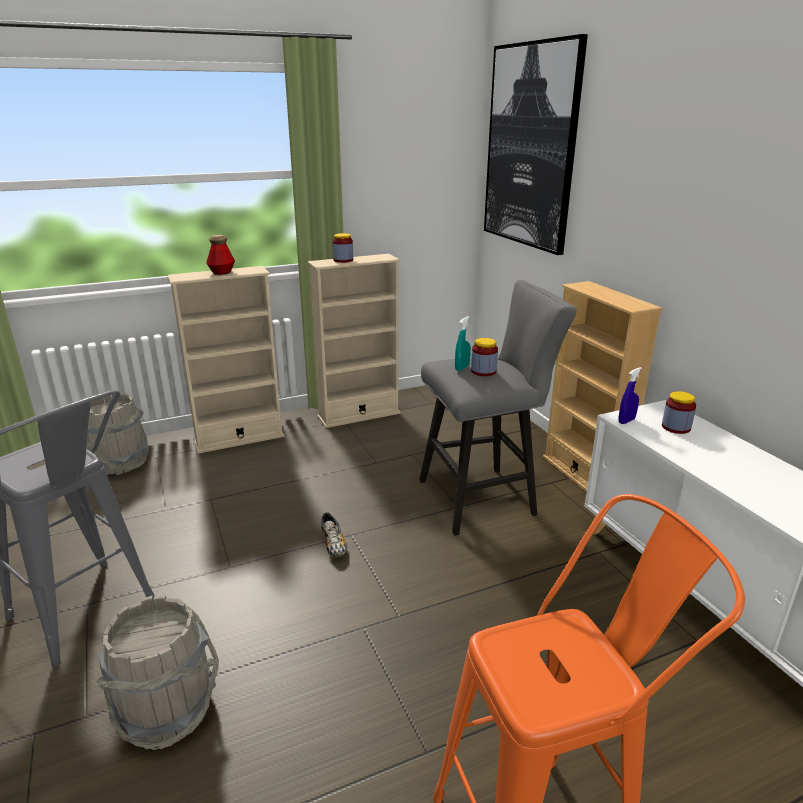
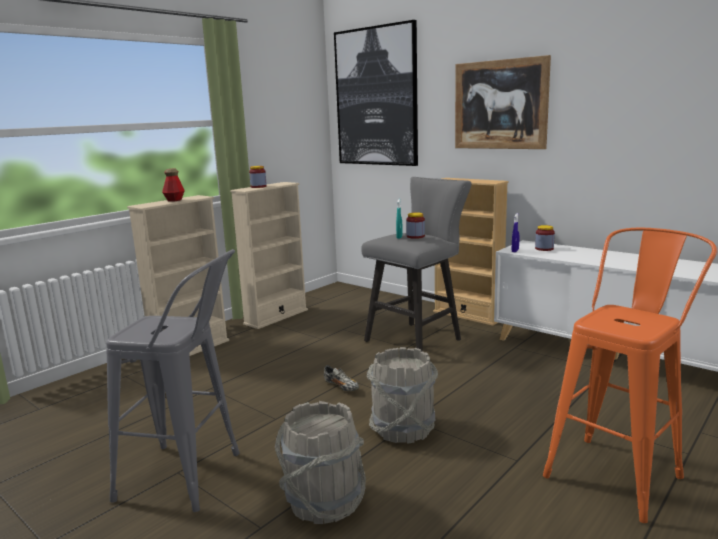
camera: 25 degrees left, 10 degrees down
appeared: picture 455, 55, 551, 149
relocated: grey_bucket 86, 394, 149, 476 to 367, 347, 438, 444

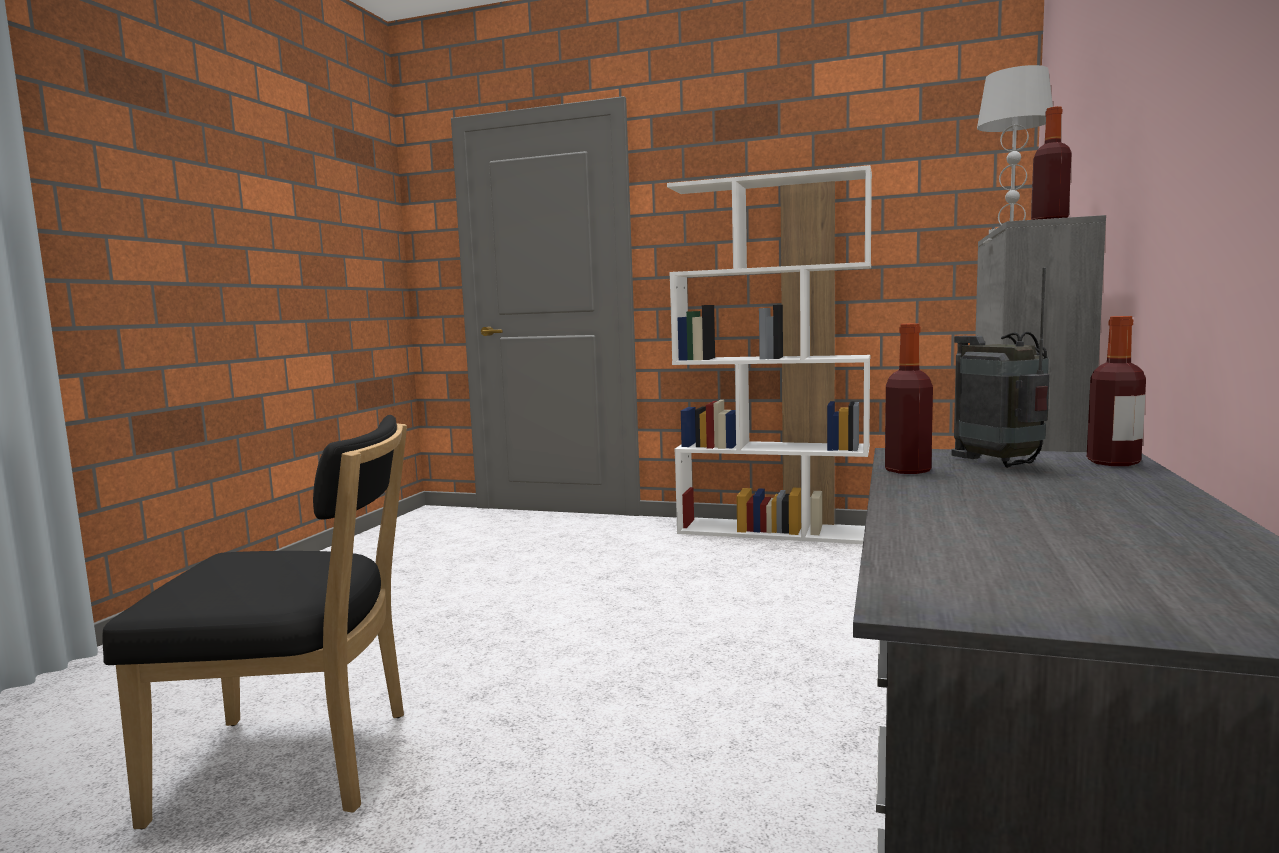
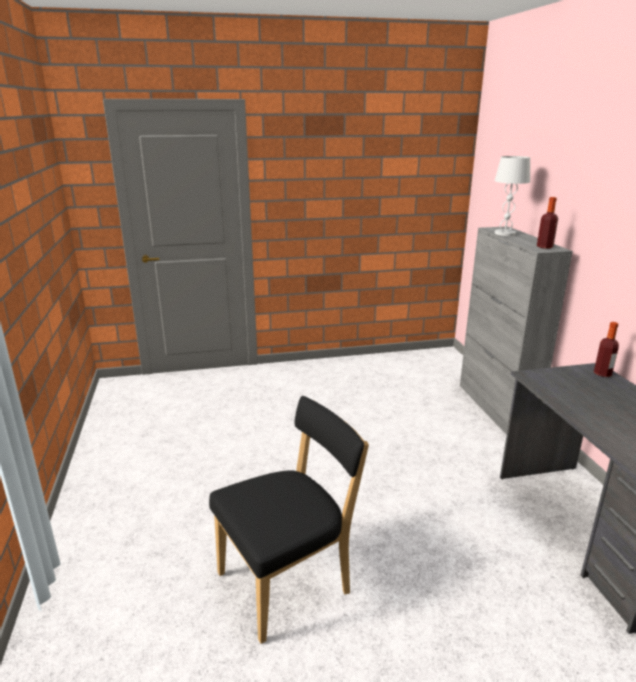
camera: 30 degrees left, 15 degrees up
missing: white_bookcase 667, 165, 872, 544; radio 951, 267, 1050, 468; bottle 885, 323, 933, 474

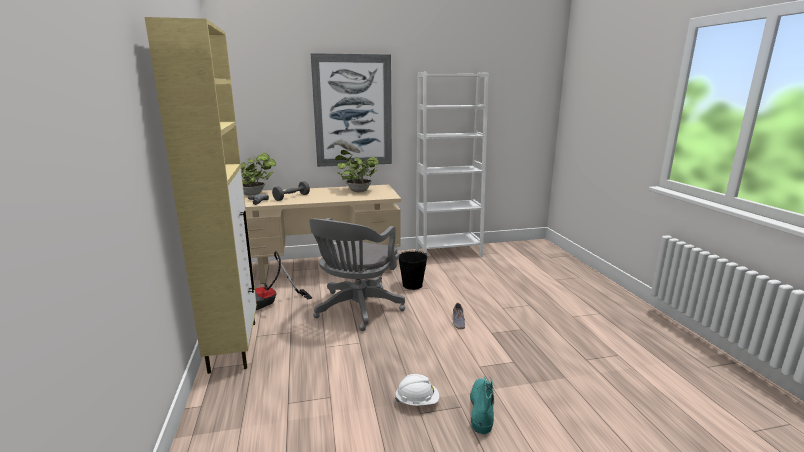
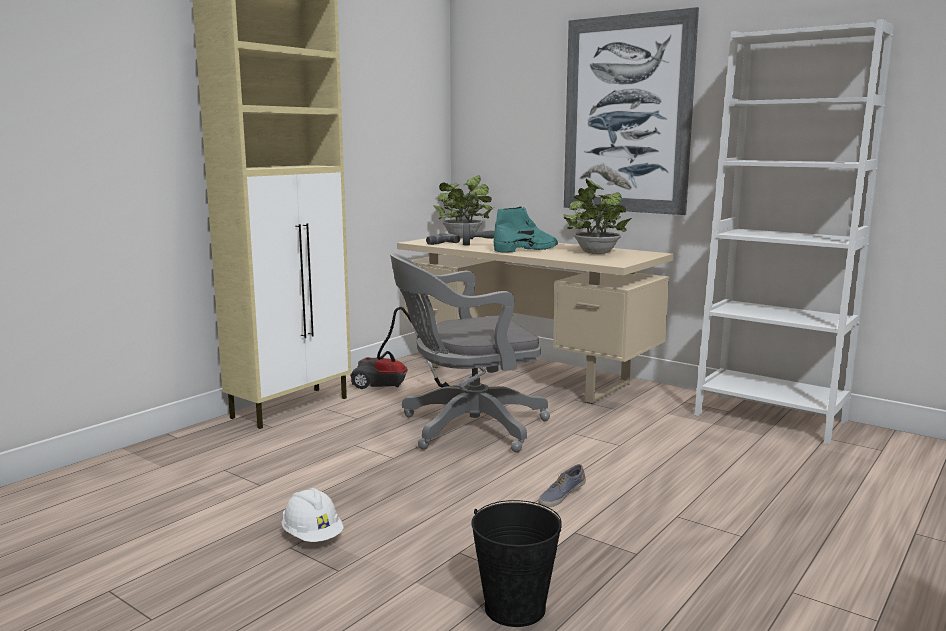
camera: 50 degrees right, 5 degrees down
relocated: black_bucket 399, 251, 427, 290 to 471, 500, 562, 627; turquoise_boot 470, 377, 494, 434 to 493, 206, 558, 253

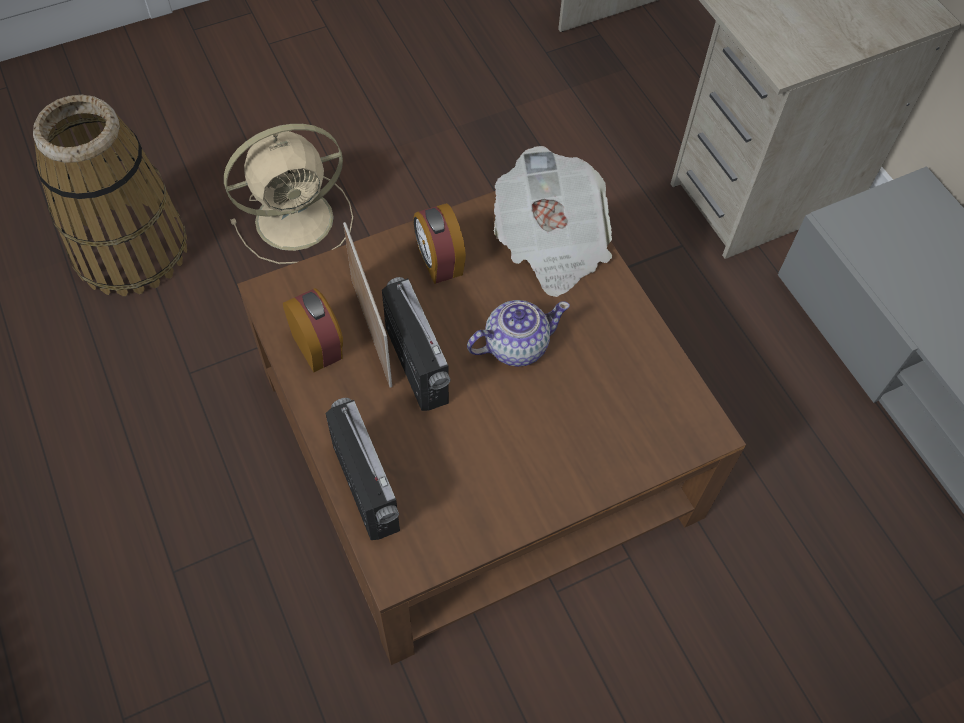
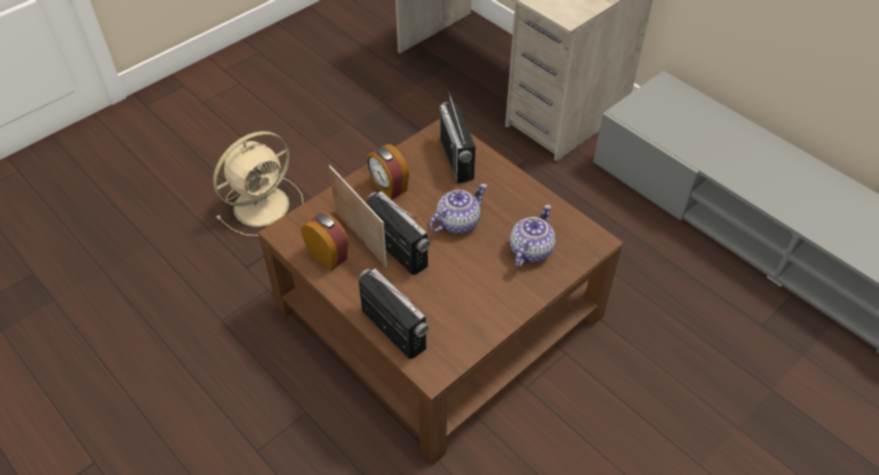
camera: 15 degrees left, 10 degrees down
missing: basket 33, 95, 187, 296
appeared: teapot 510, 205, 555, 267
exchanged: newspaper 493, 146, 612, 297 to radio 439, 92, 476, 184

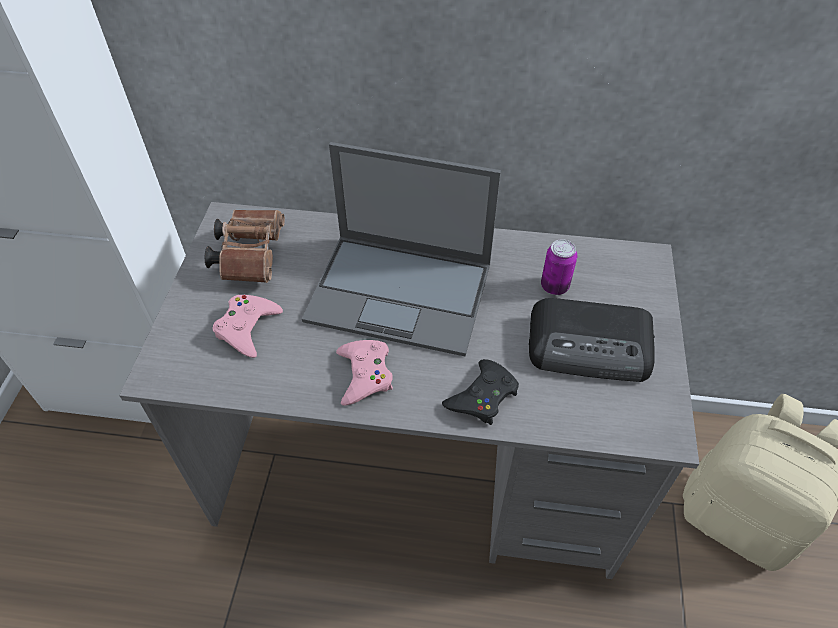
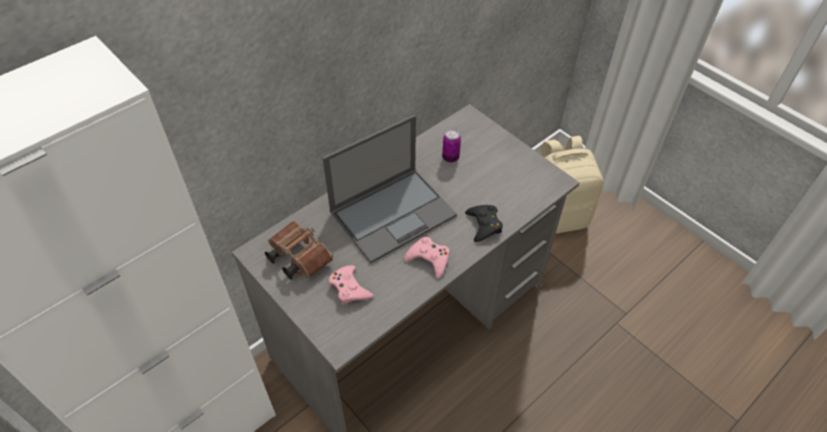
camera: 50 degrees left, 0 degrees up
missing: radio 529, 298, 655, 382

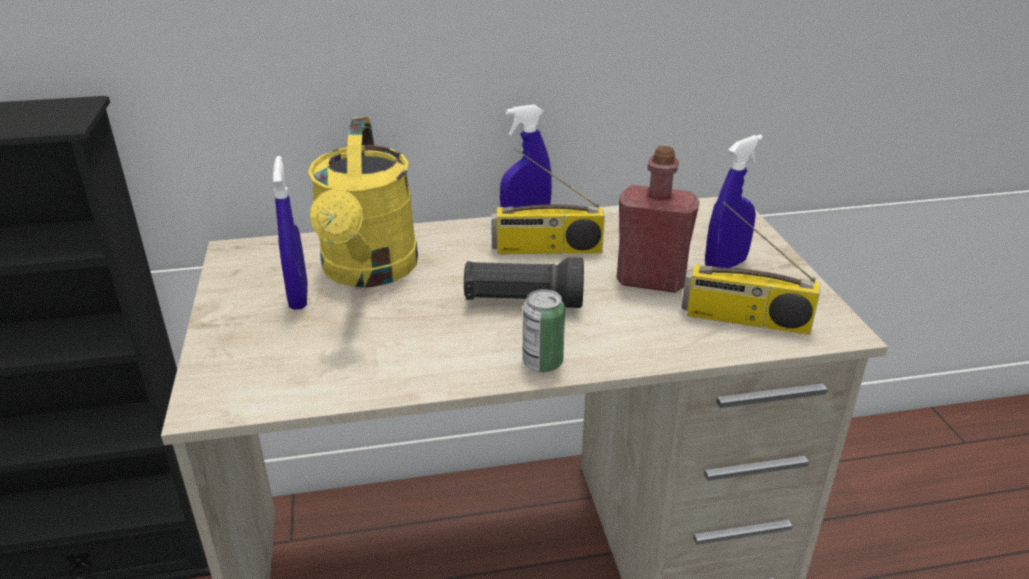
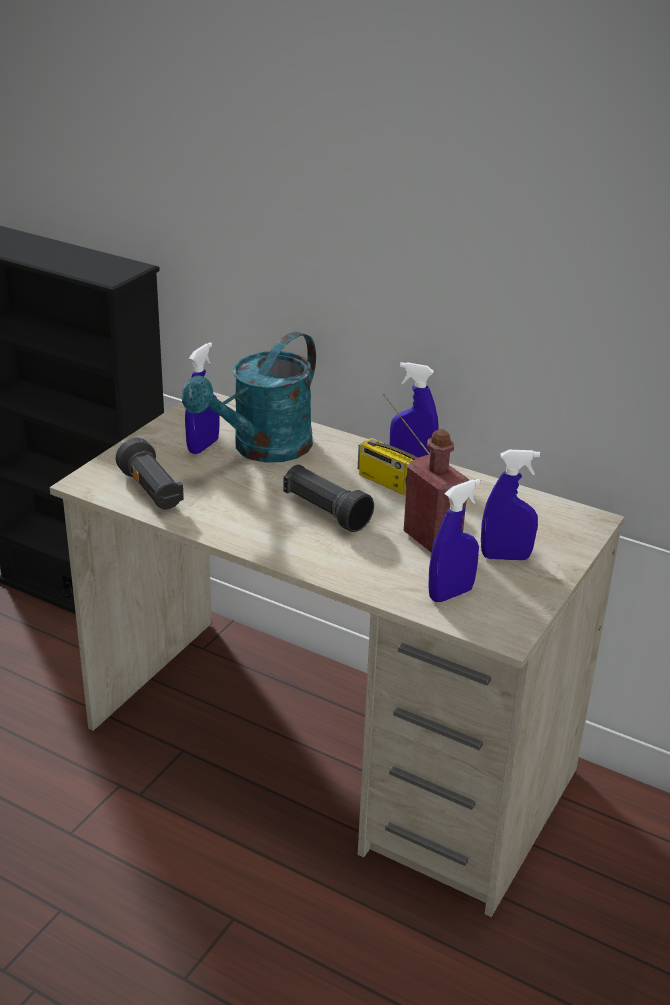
camera: 40 degrees right, 0 degrees up
missing: can 523, 289, 565, 372
appeared: black_flashlight 116, 438, 184, 510
exchanged: radio 681, 202, 820, 335 to blue_spray_bottle 429, 479, 481, 602
colour: yellow_watering_can 308, 117, 418, 288 to turquoise_watering_can 182, 331, 316, 463

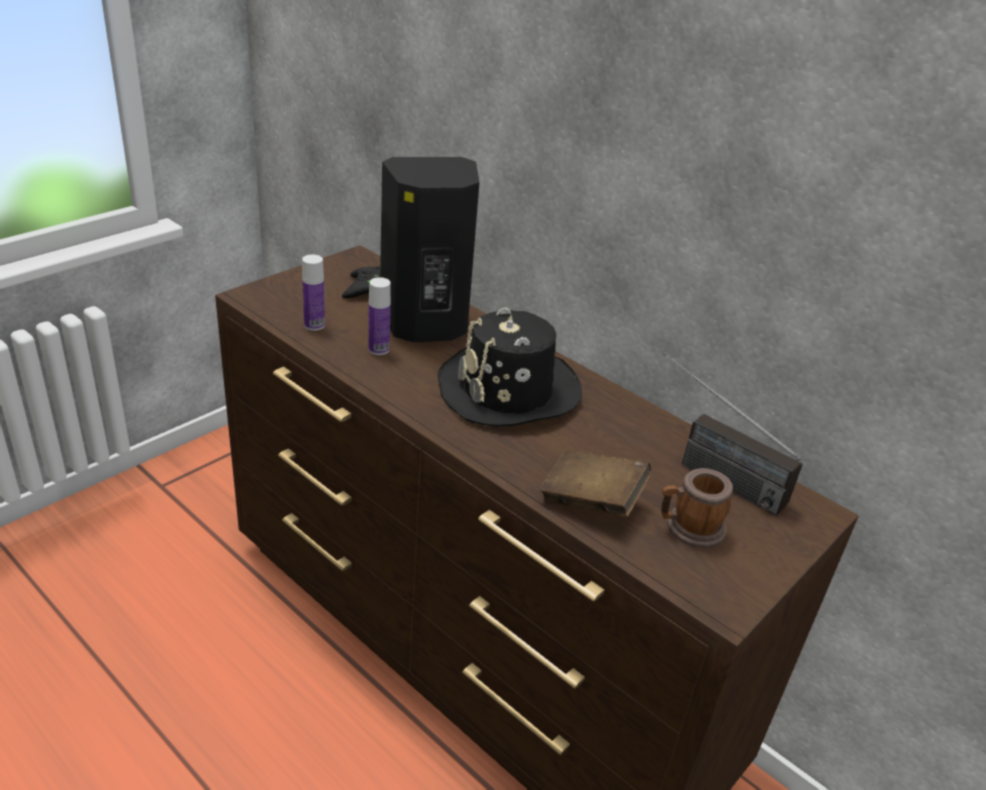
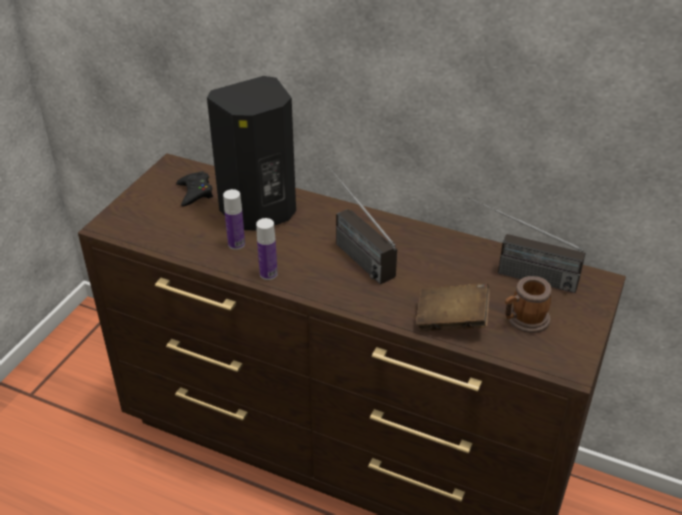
camera: 15 degrees left, 5 degrees up
relocated: bottle 302, 255, 325, 331 to 256, 218, 278, 280
exchanged: black_hat 438, 307, 582, 427 to radio 326, 163, 397, 284

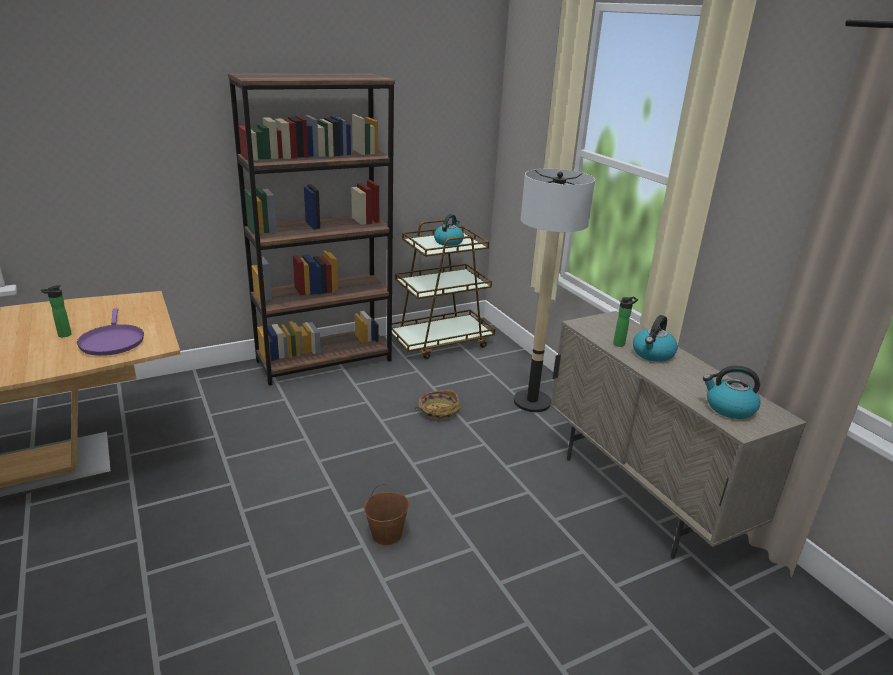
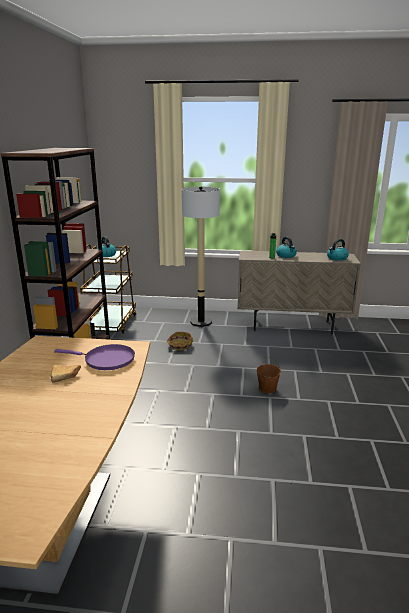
camera: 55 degrees left, 5 degrees down
exchanged: bottle 41, 285, 72, 337 to bread 51, 365, 81, 382

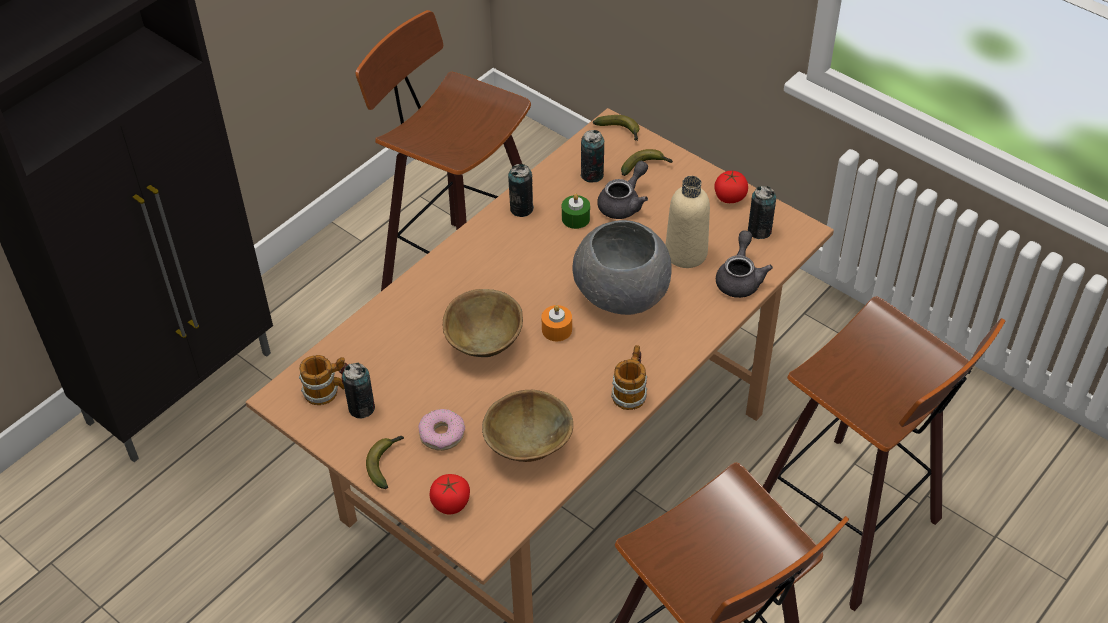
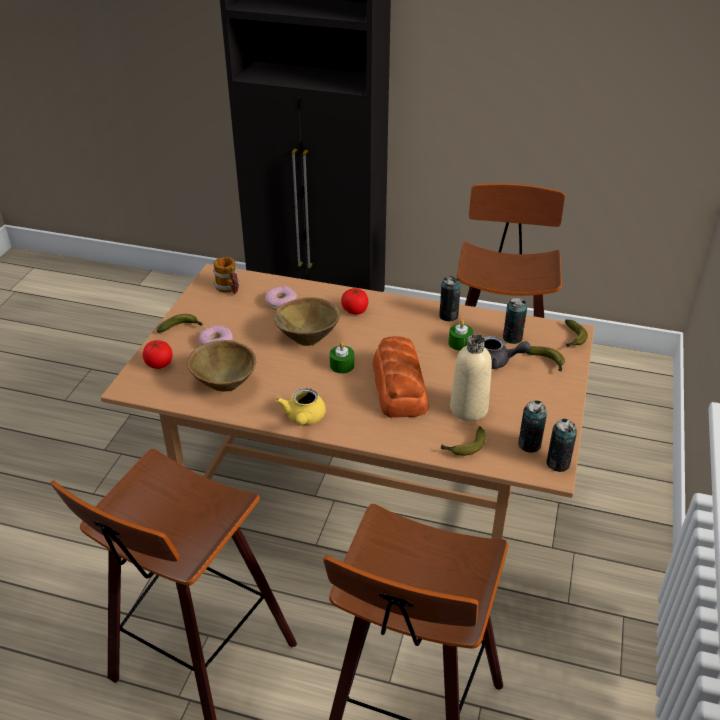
camera: 65 degrees right, 10 degrees down
appeared: donut 265, 286, 297, 310
relocated: tomato 714, 171, 748, 203 to 341, 288, 368, 314; can 342, 363, 375, 419 to 546, 419, 577, 472
exchanged: grey_bowl 573, 220, 672, 315 to bread 373, 336, 429, 418; grey_teapot 716, 230, 773, 298 to banana 441, 426, 486, 456; mug 611, 345, 647, 410 to yellow_teapot 276, 388, 326, 425
colour: orange_candle 542, 305, 572, 341 to green_candle 330, 342, 354, 374

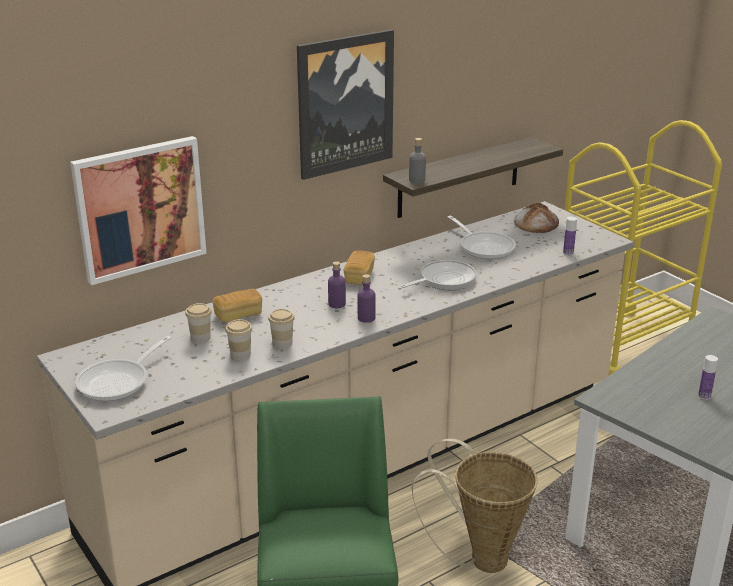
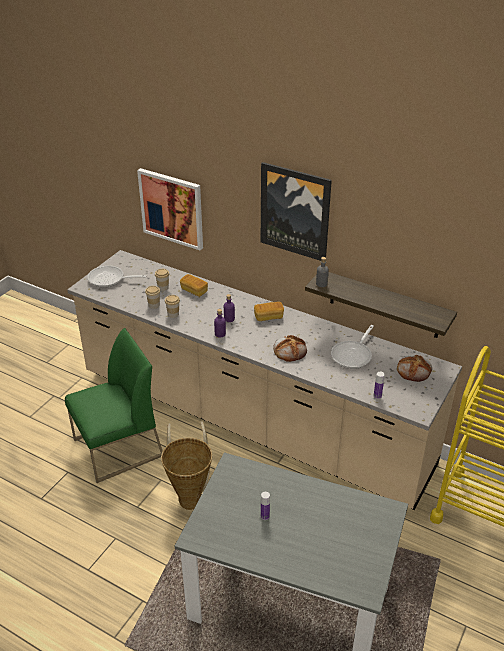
camera: 65 degrees right, 10 degrees up
exchanged: frying_pan 401, 260, 476, 290 to bread 273, 335, 307, 362

